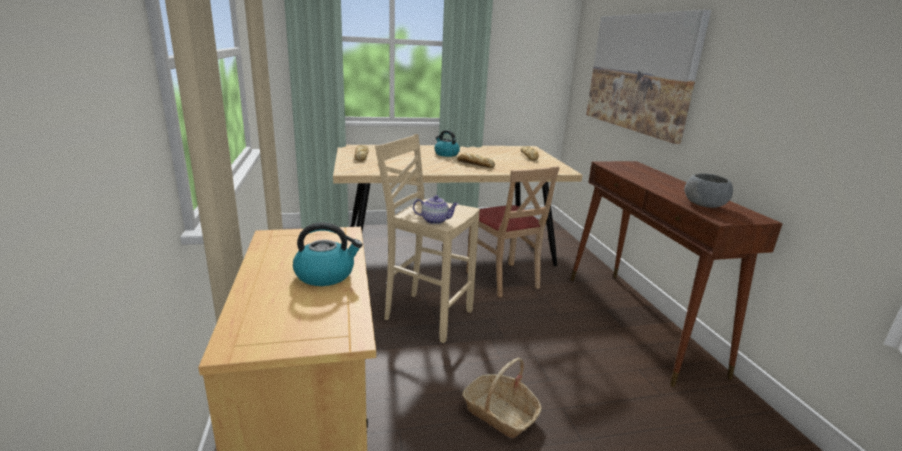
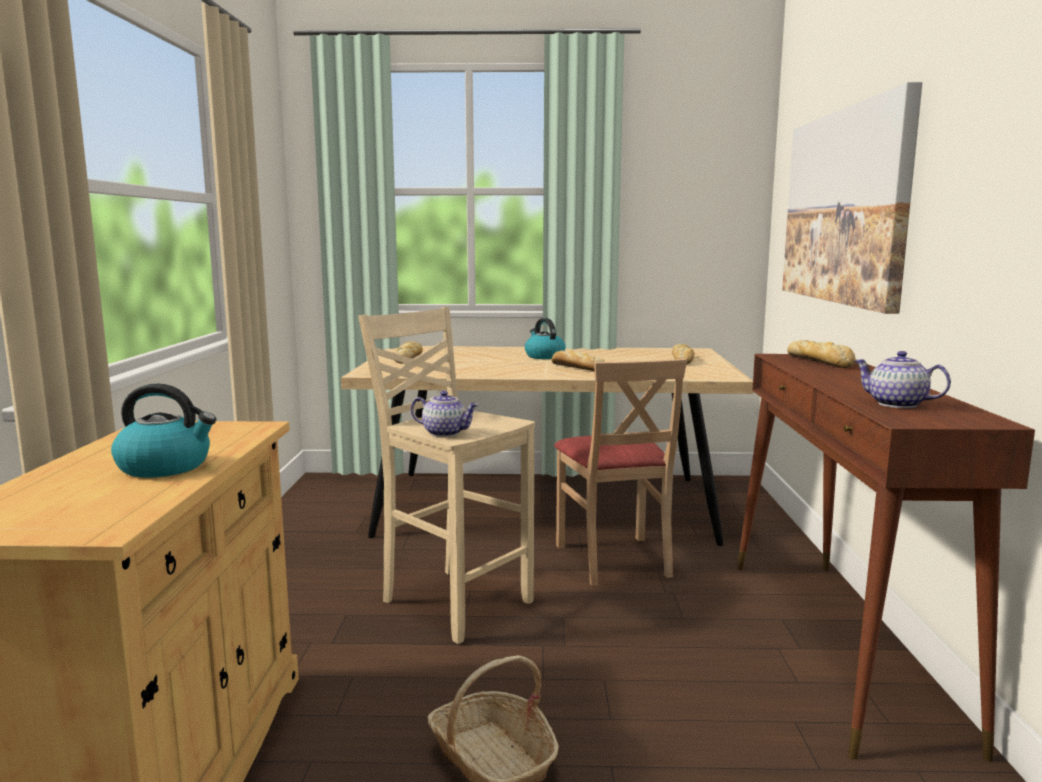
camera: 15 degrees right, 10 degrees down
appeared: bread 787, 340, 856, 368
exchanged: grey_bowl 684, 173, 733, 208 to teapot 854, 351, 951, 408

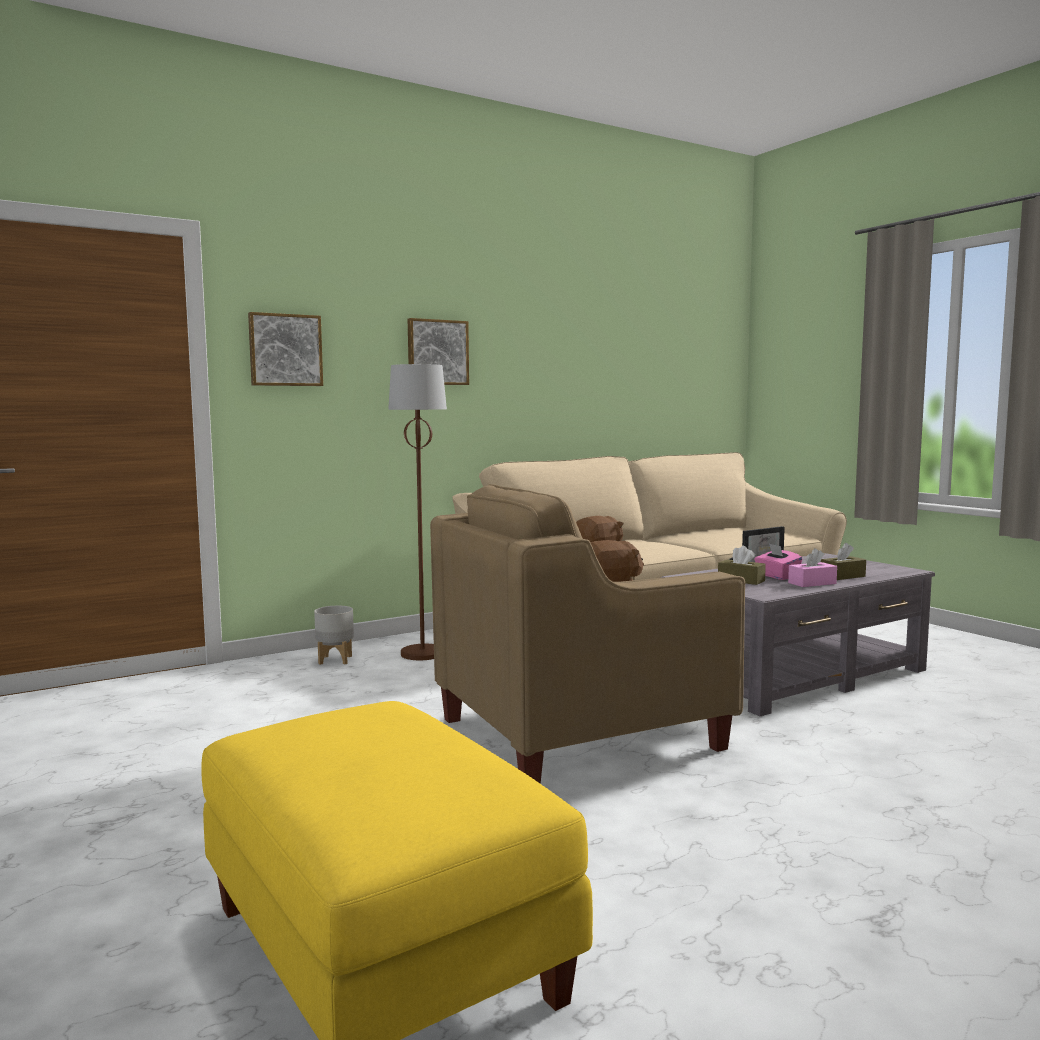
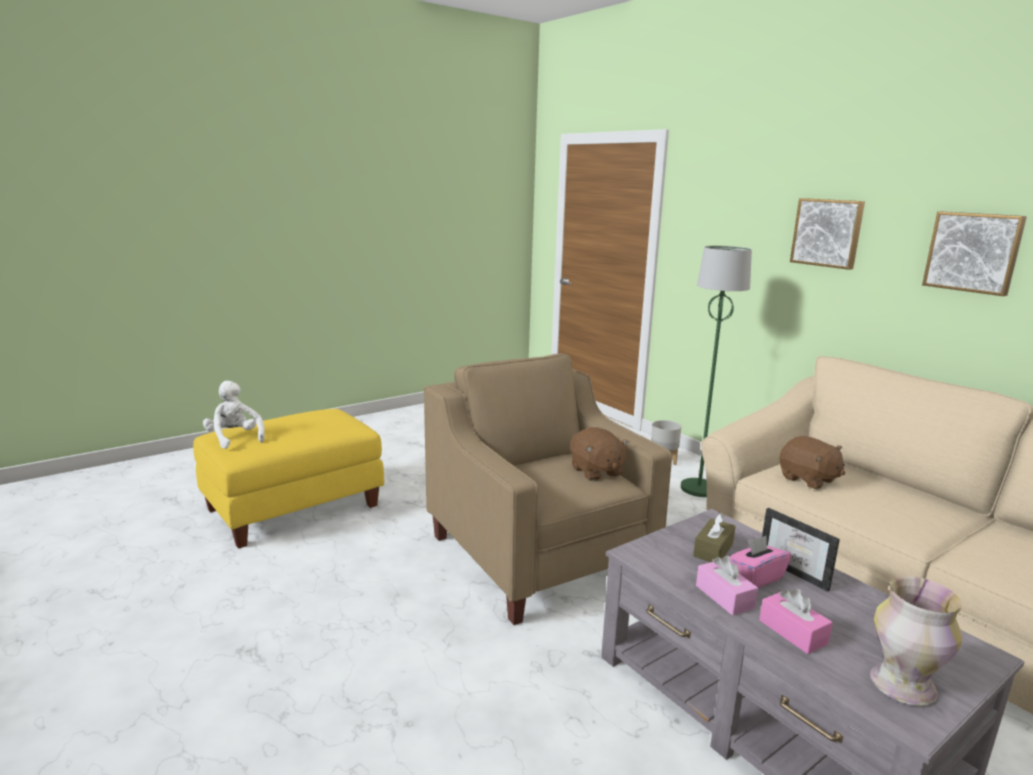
camera: 85 degrees right, 10 degrees up
appeared: white_plush_toy 203, 381, 265, 449; vase 870, 577, 963, 706
relocated: picture 248, 312, 323, 386 to 922, 211, 1027, 296
colour: brown_floor_lamp 388, 364, 447, 660 to green_floor_lamp 681, 246, 752, 497; brown_tissue_box 821, 543, 866, 580 to pink_tissue_box 759, 588, 833, 654

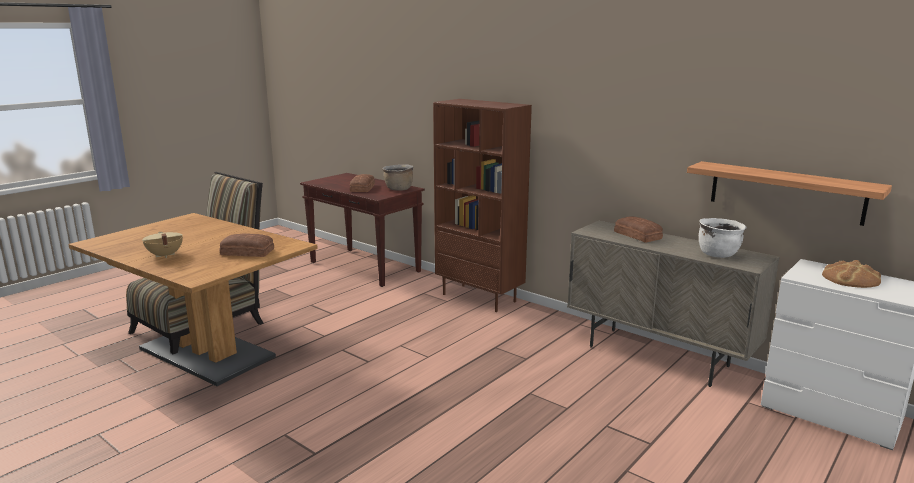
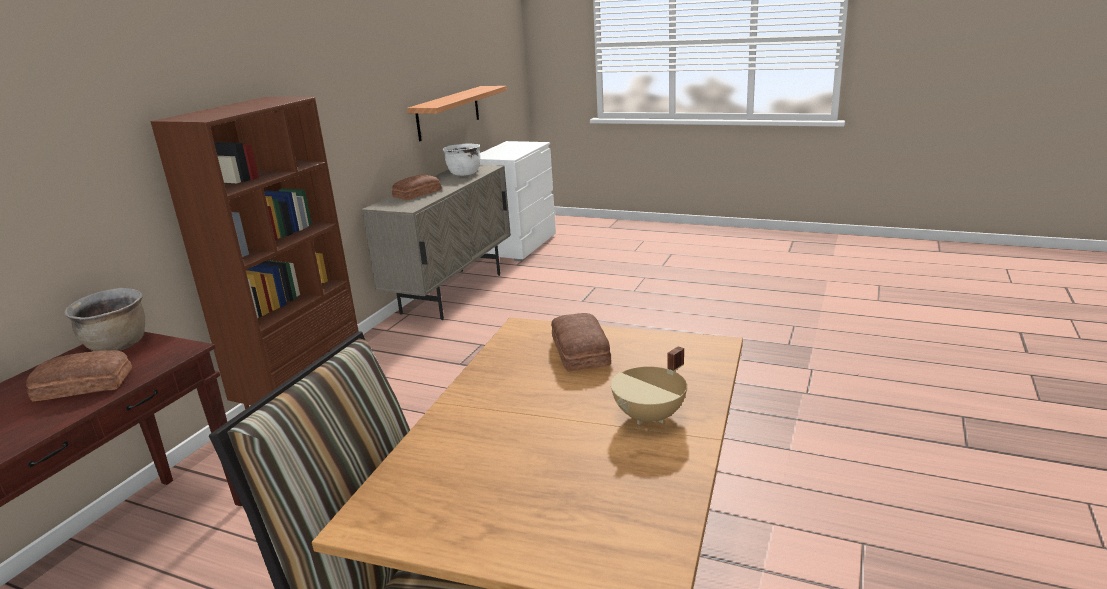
camera: 105 degrees left, 5 degrees up
missing: bread 822, 260, 881, 288

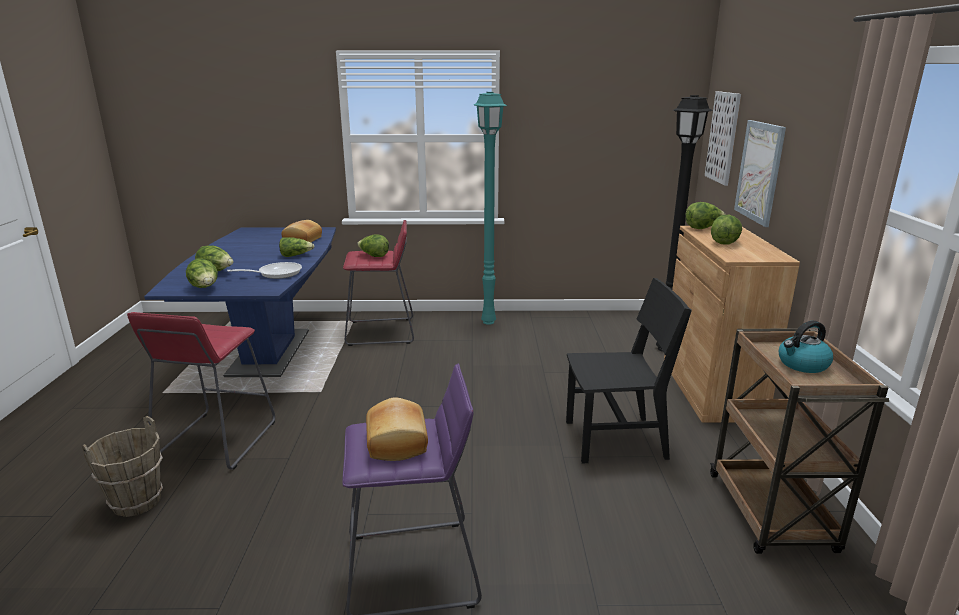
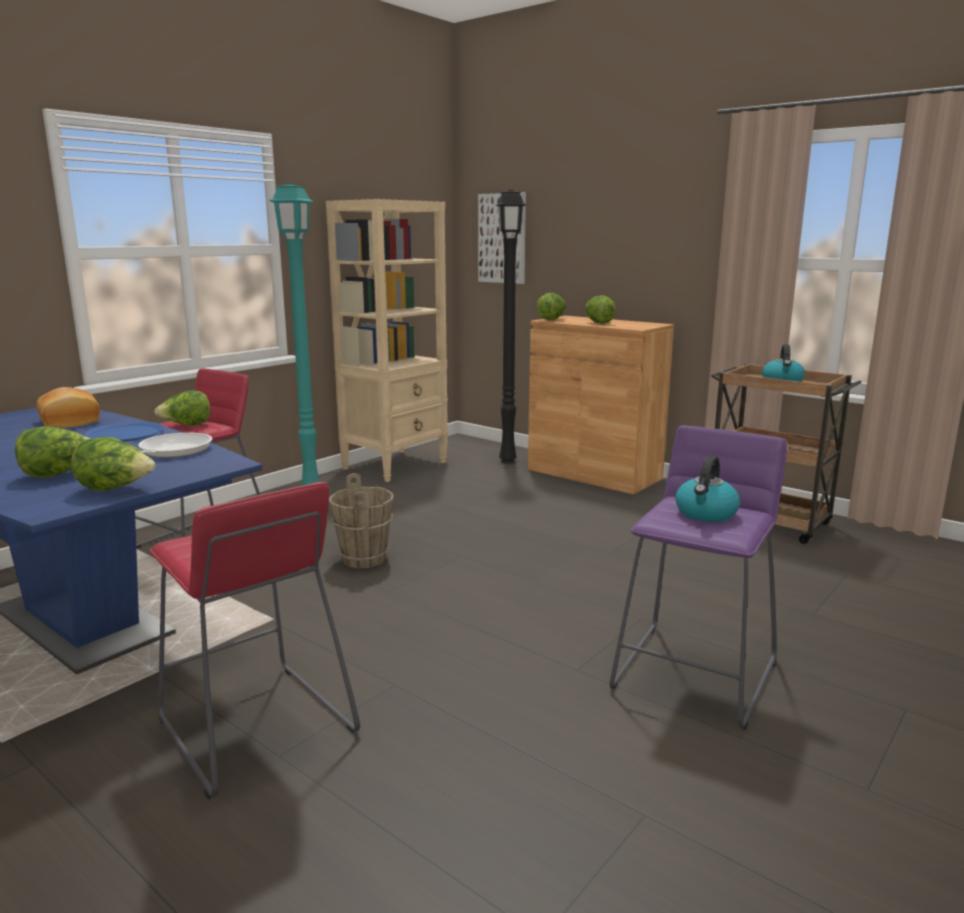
camera: 50 degrees left, 5 degrees down
missing: picture 734, 120, 786, 227; black_chair 566, 278, 692, 463
appeared: beige_bookcase 326, 199, 448, 482
relocated: brown_bucket 81, 416, 163, 517 to 329, 473, 394, 569
exchanged: lettuce 279, 237, 314, 257 to blue_plate 84, 422, 164, 442; bread 366, 397, 428, 461 to kettle 675, 456, 740, 522

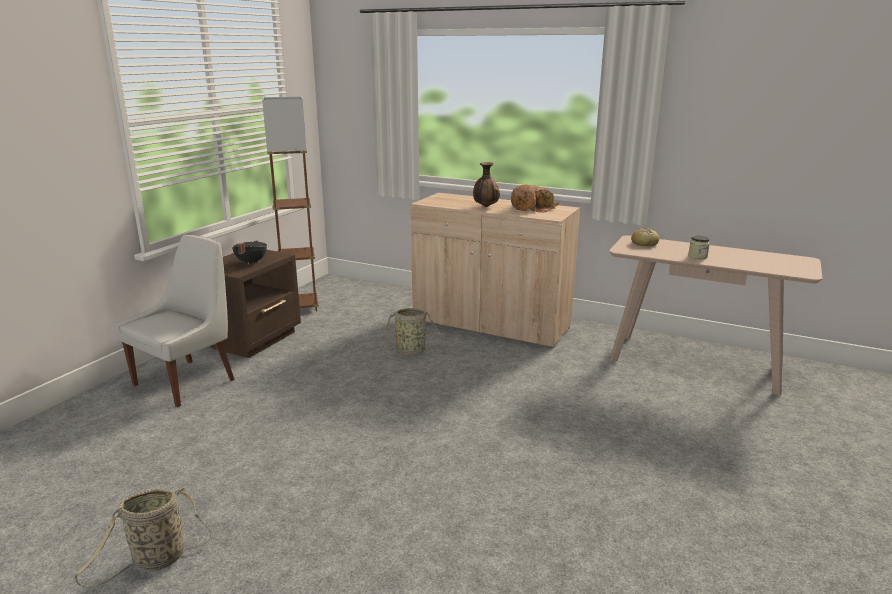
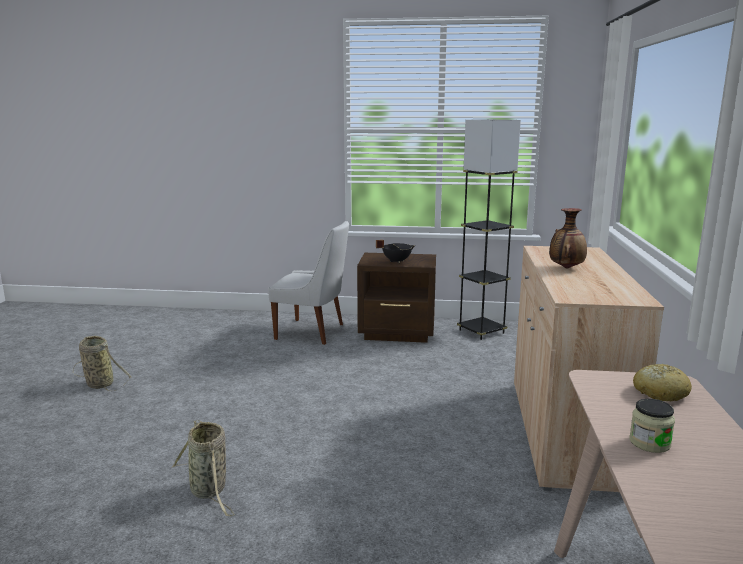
camera: 70 degrees right, 5 degrees down
missing: bread 511, 184, 559, 213
relocated: basket 381, 308, 454, 356 to 171, 420, 235, 516
colour: brown_floor_lamp 262, 97, 319, 311 to grey_floor_lamp 457, 119, 521, 340

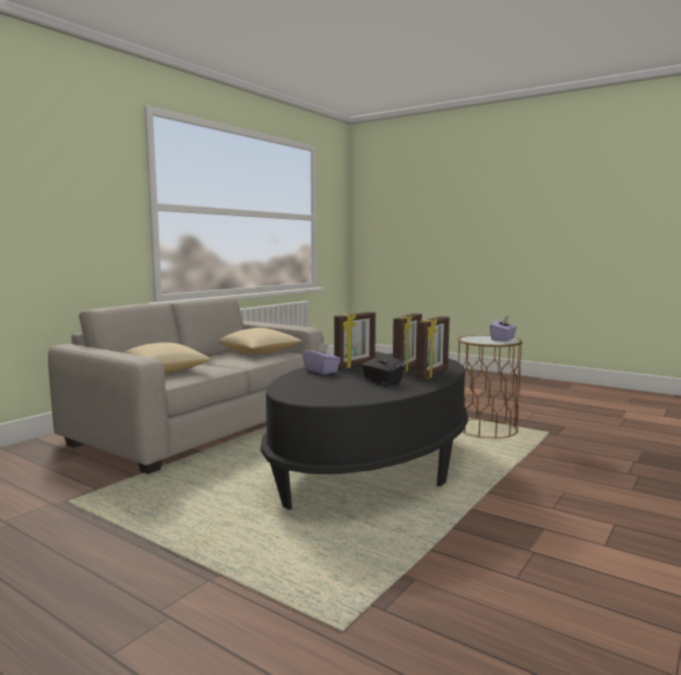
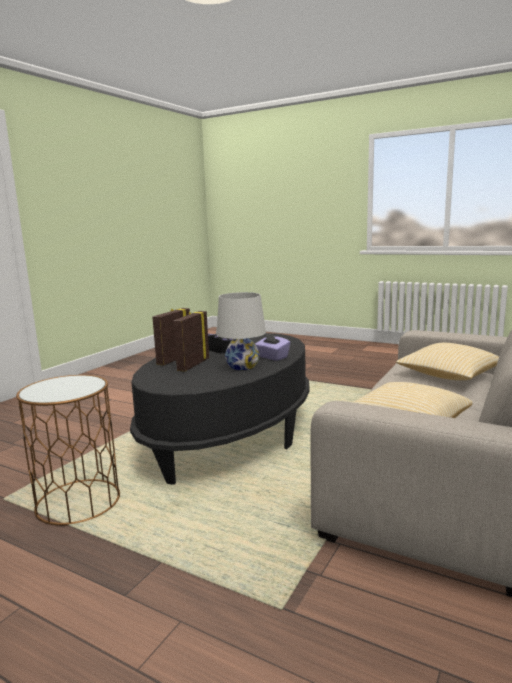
camera: 175 degrees right, 5 degrees up
missing: purple_tissue_box 490, 316, 517, 342
exchanged: picture_frame 334, 312, 376, 369 to white_table_lamp 217, 292, 266, 370

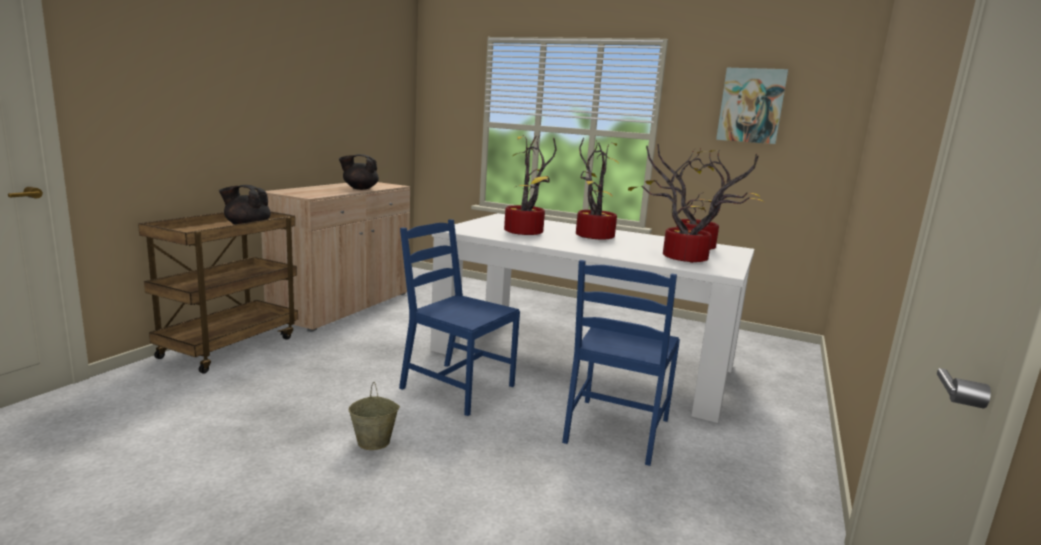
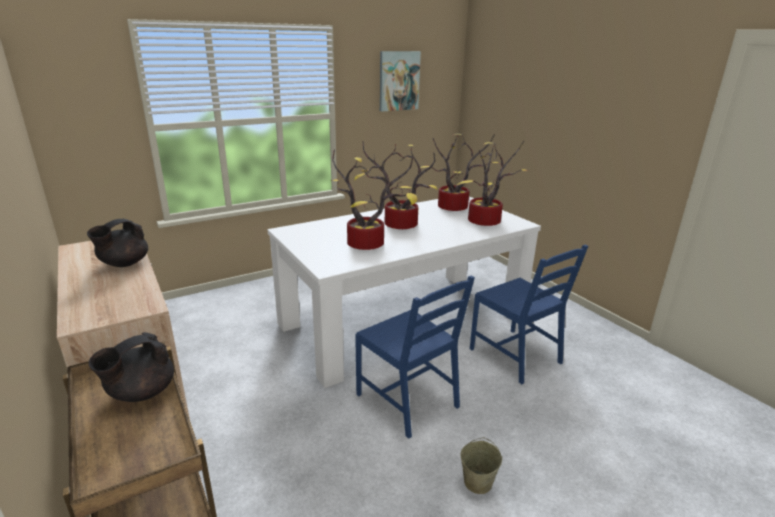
camera: 55 degrees left, 10 degrees up
spun: blue_chair 399, 219, 520, 416 = 355, 275, 475, 439 105 degrees counterclockwise

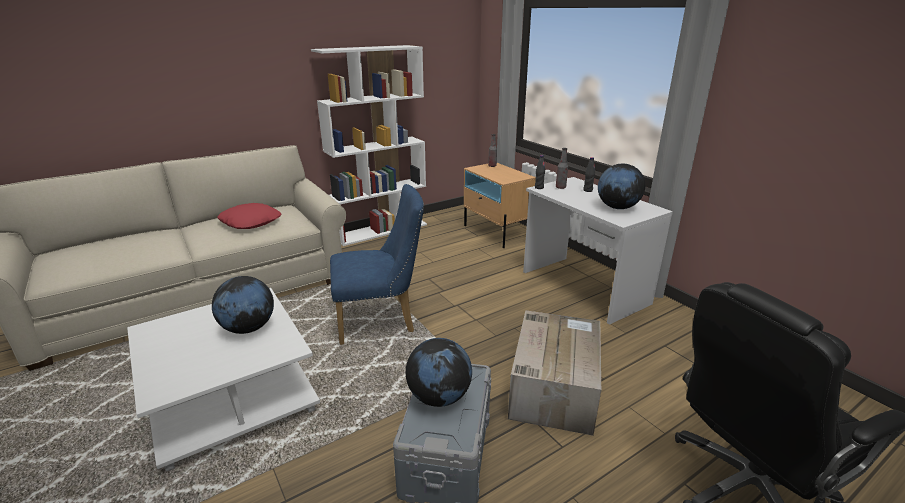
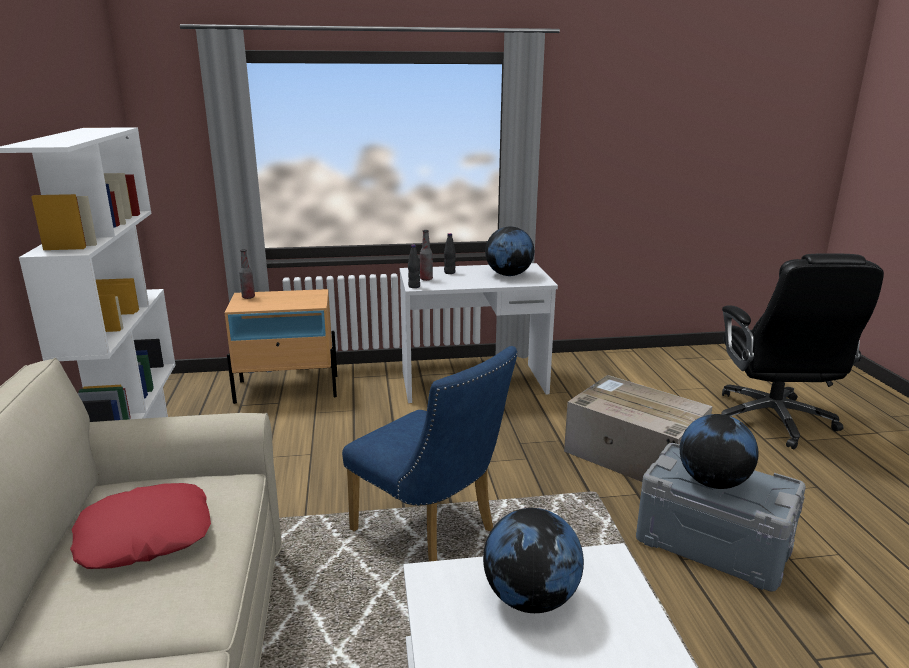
camera: 65 degrees left, 5 degrees down
spun: blue_chair 330, 184, 424, 345 = 342, 346, 518, 562 120 degrees clockwise

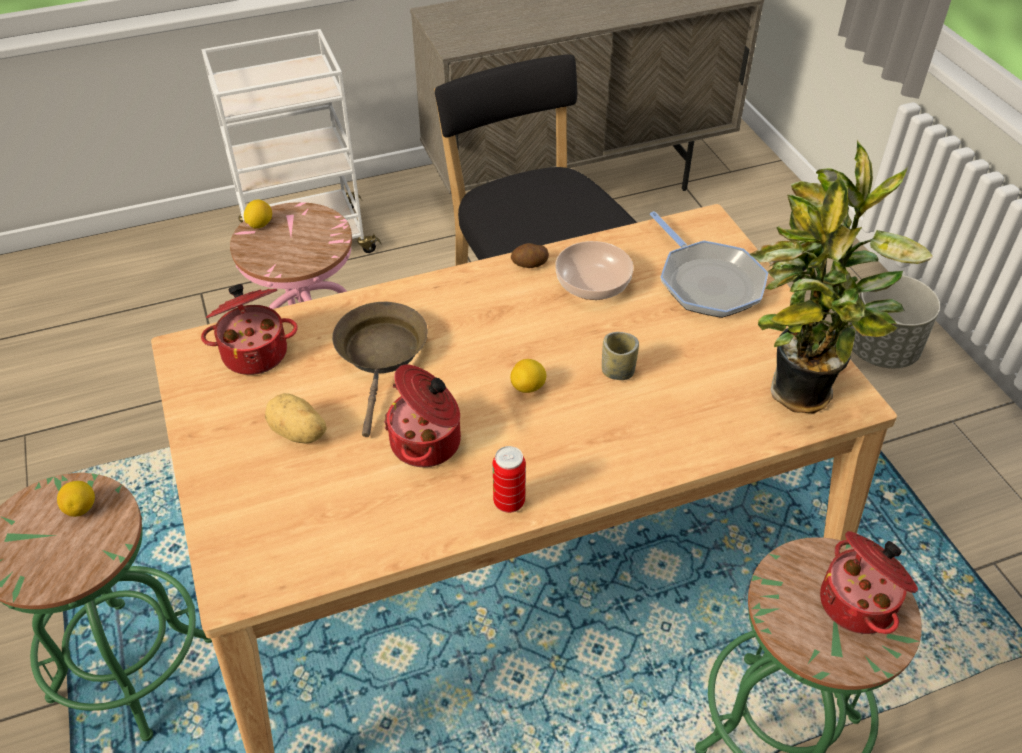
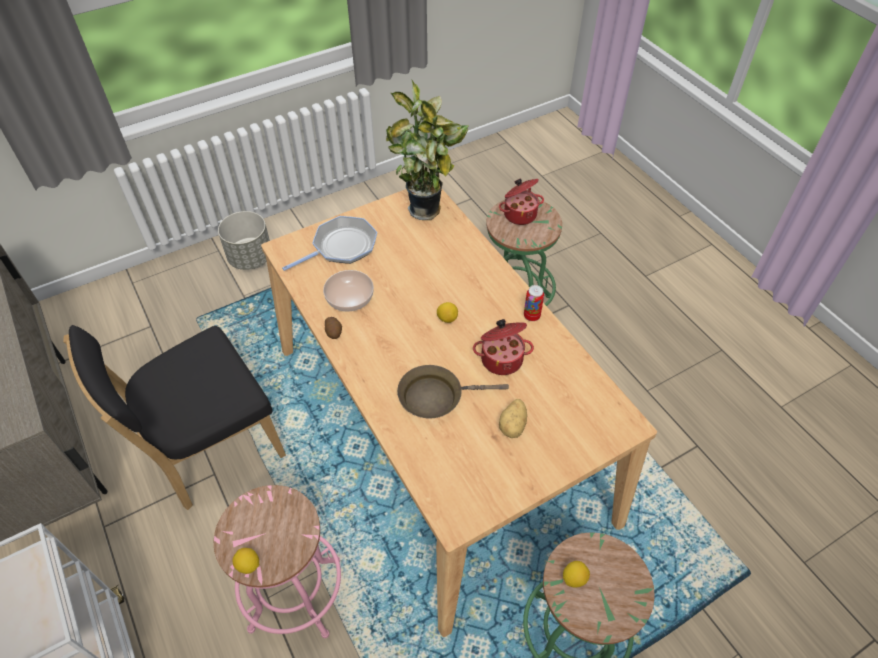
camera: 100 degrees left, 5 degrees up
missing: cooking_pot 201, 284, 298, 375; cup 602, 332, 639, 380

